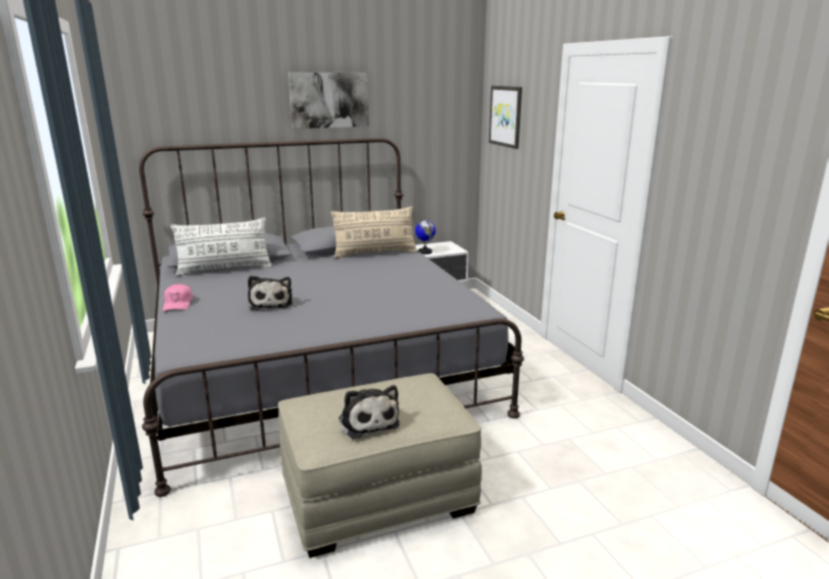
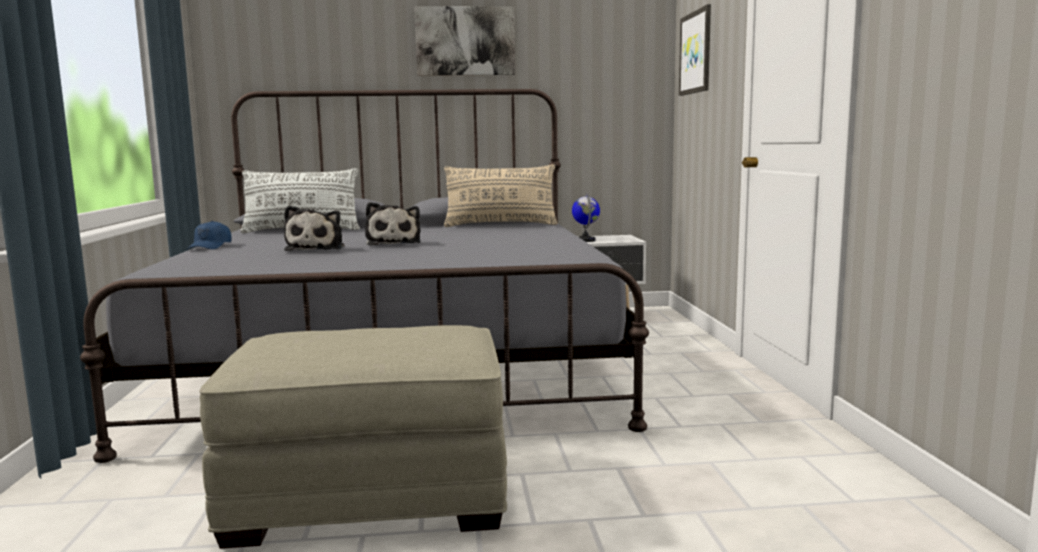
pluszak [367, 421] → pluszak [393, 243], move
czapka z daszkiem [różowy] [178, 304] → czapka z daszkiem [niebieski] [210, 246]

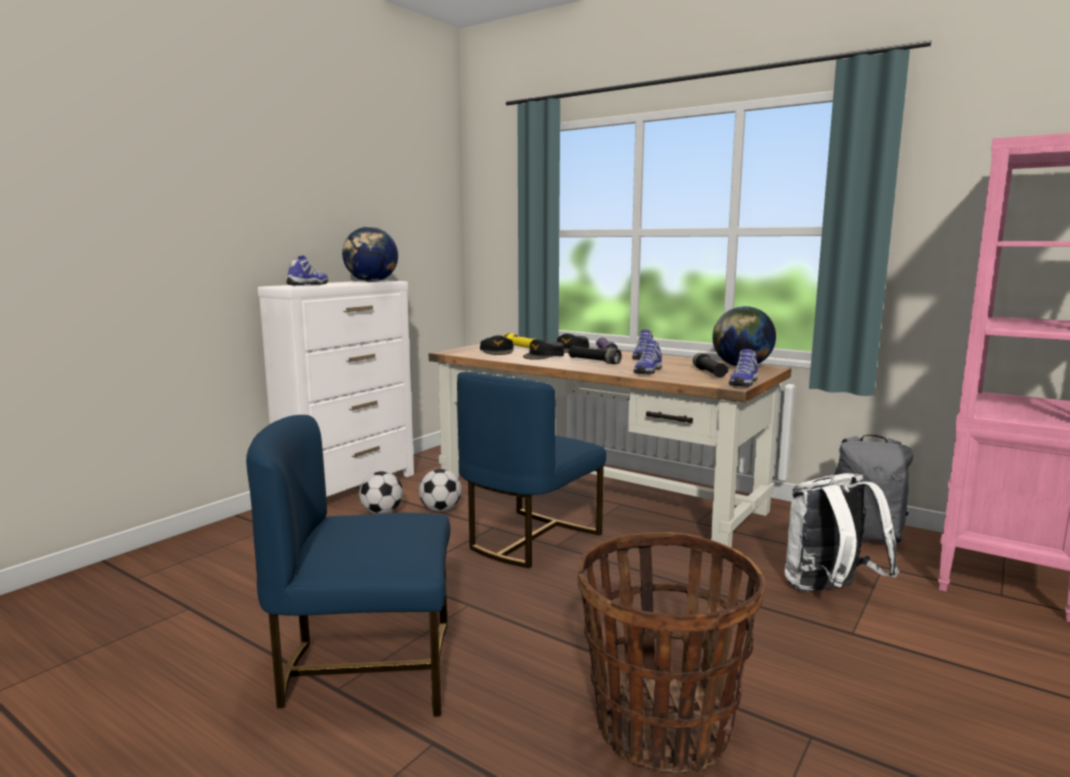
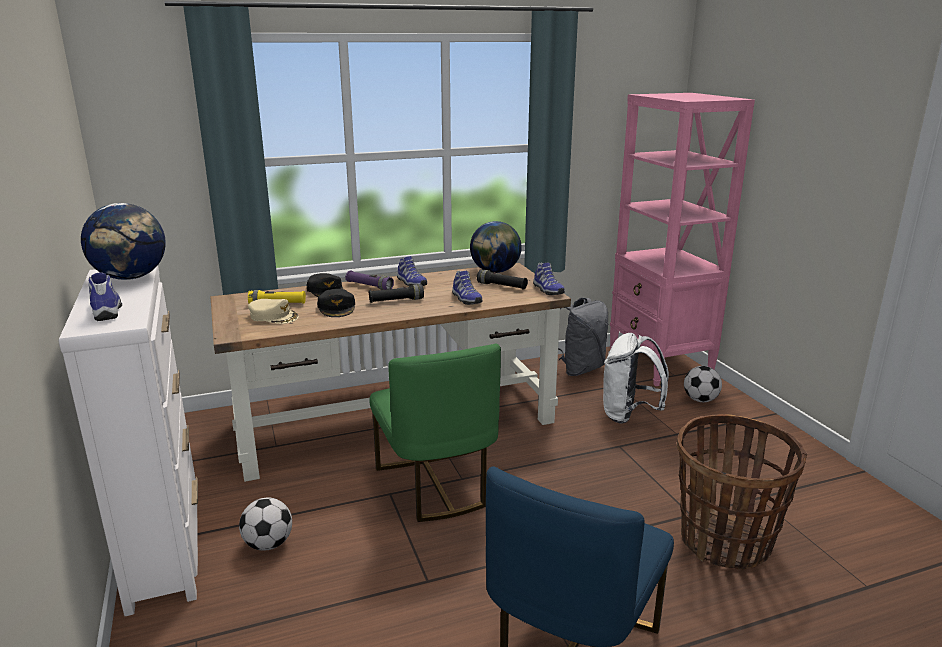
piłka futbolowa [440, 510] → piłka futbolowa [700, 400], move
krzesło [niebieski] [529, 539] → krzesło [zielony] [436, 485]
czapka z daszkiem [czarny] [497, 351] → czapka z daszkiem [beżowy] [274, 316]

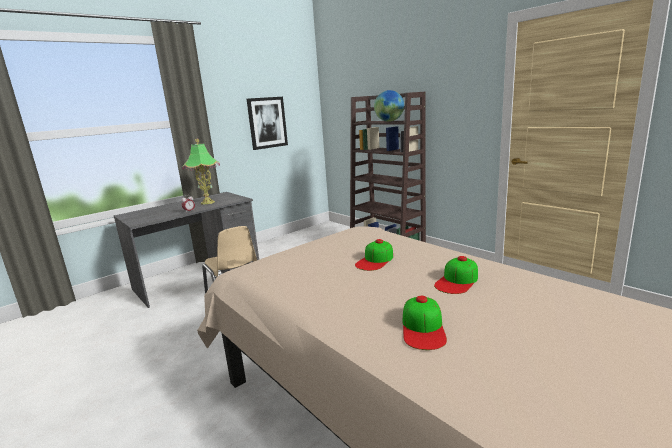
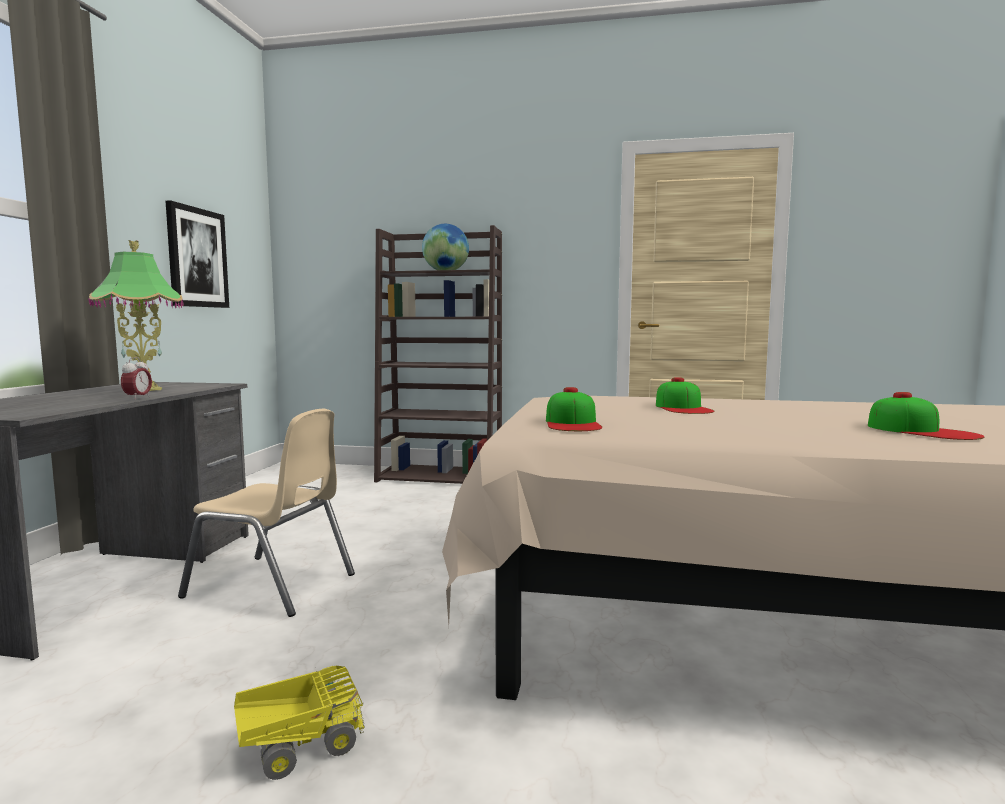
- → ciężarówka zabawkowa [298, 747]
czapka z daszkiem [457, 281] → czapka z daszkiem [572, 423], move

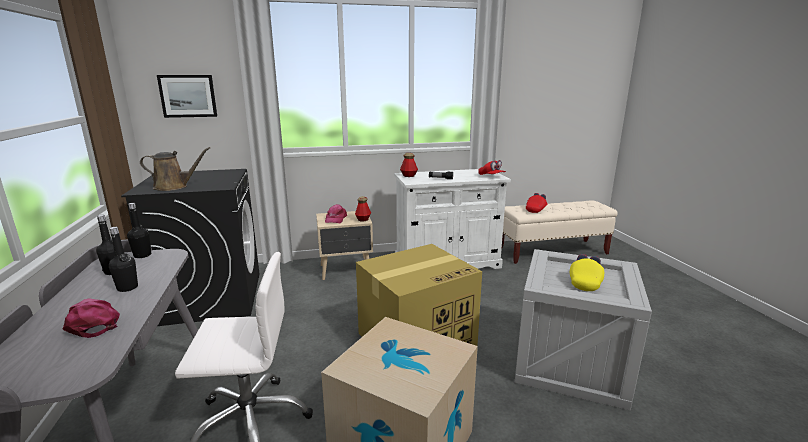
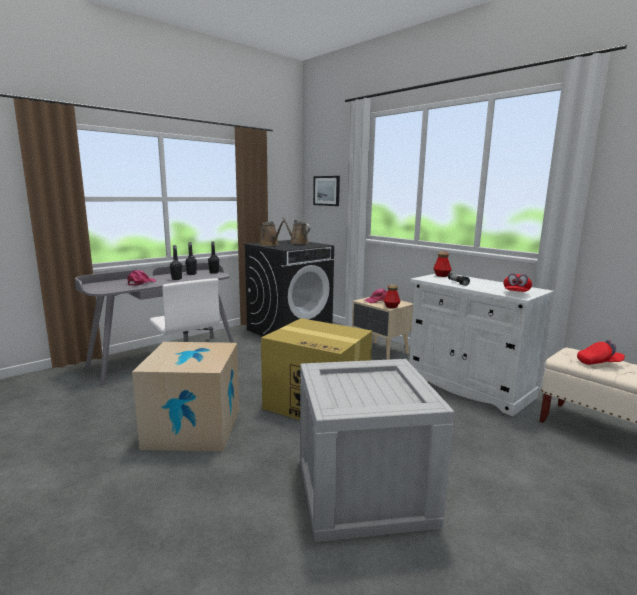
czapka z daszkiem [żółty] [585, 282] → -
- → konewka [brązowy] [297, 243]

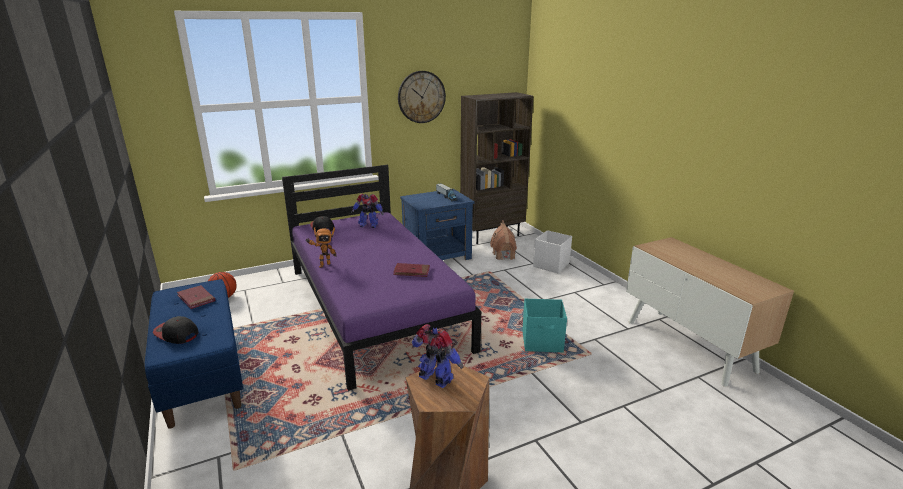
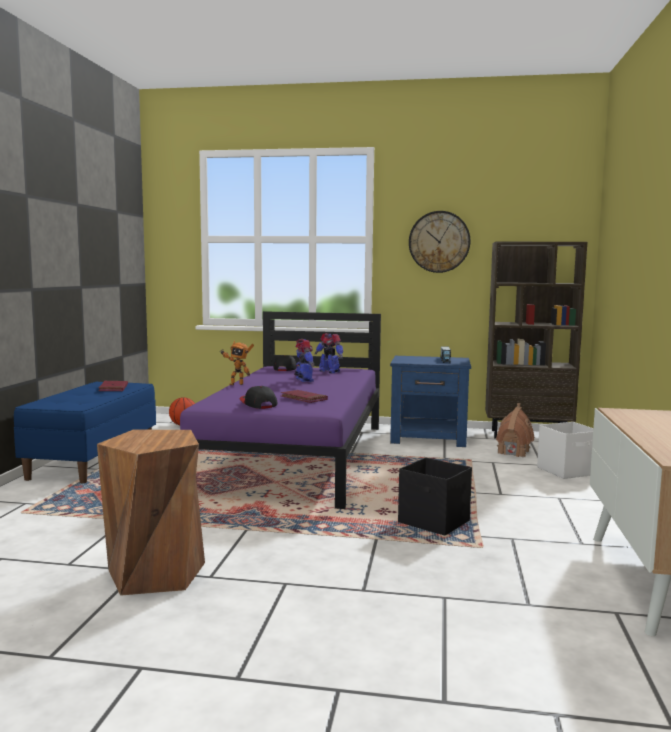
czapka z daszkiem [176, 333] → czapka z daszkiem [258, 403], move
robot zabawkowy [435, 379] → robot zabawkowy [304, 380], move
pojemnik do przechowywania [turkusowy] [543, 342] → pojemnik do przechowywania [czarny] [434, 522]

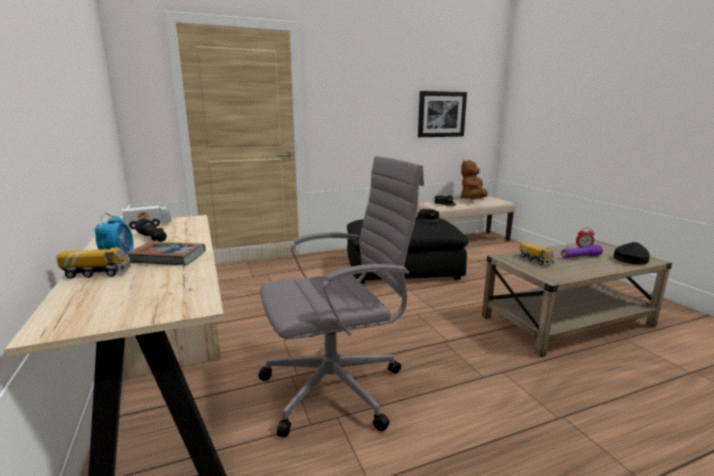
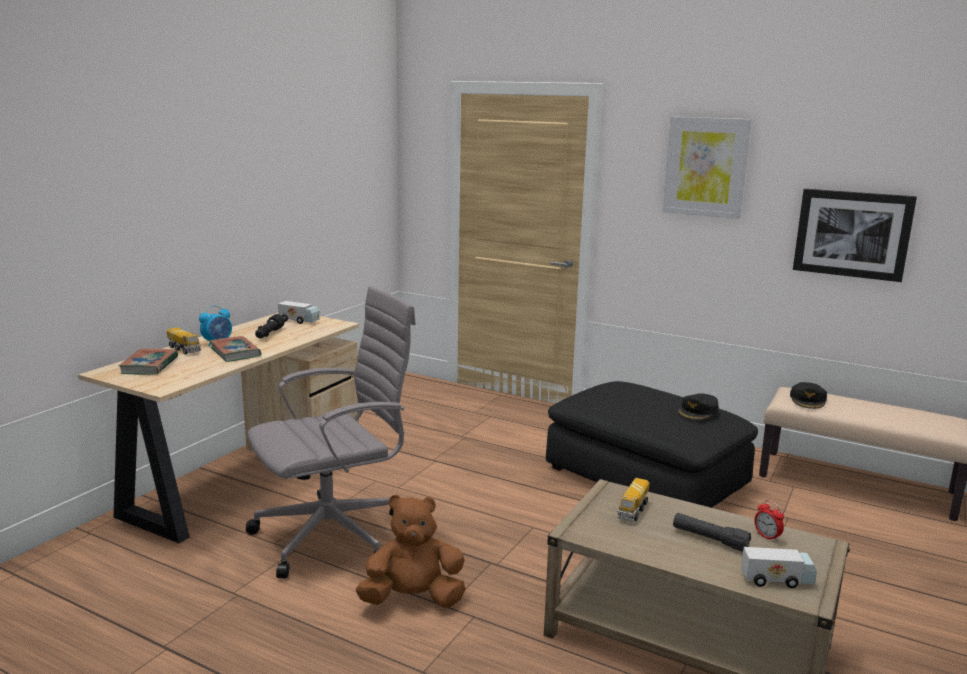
- → książka [149, 365]
- → obraz [706, 167]
pluszak [brązowy] [473, 200] → pluszak [brązowy] [413, 599], move
czapka z daszkiem [czarny] [630, 259] → ciężarówka zabawkowa [777, 579]
latarka [fioletowy] [580, 257] → latarka [czarny] [709, 539]
krzesło biurowe [szary] [337, 387] → krzesło biurowe [szary] [335, 535], 60 degrees counterclockwise

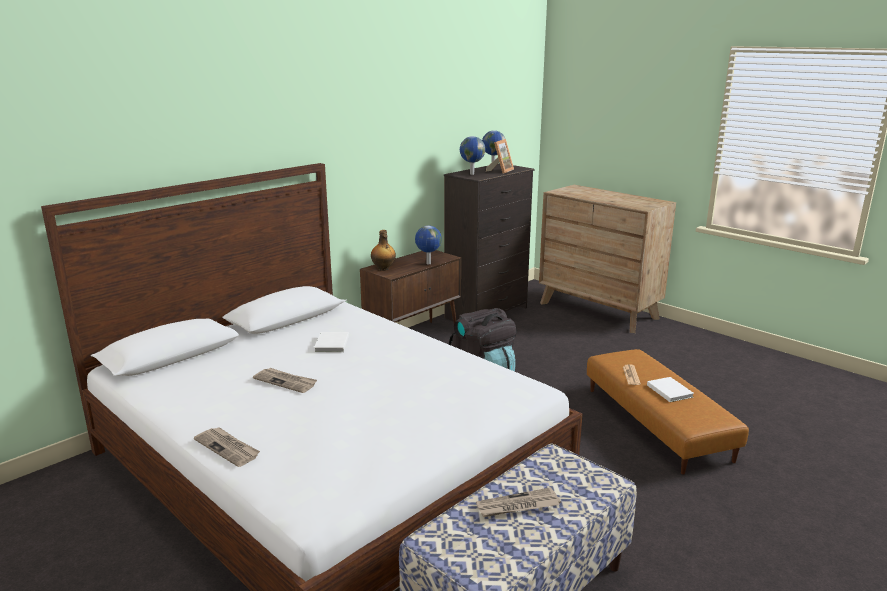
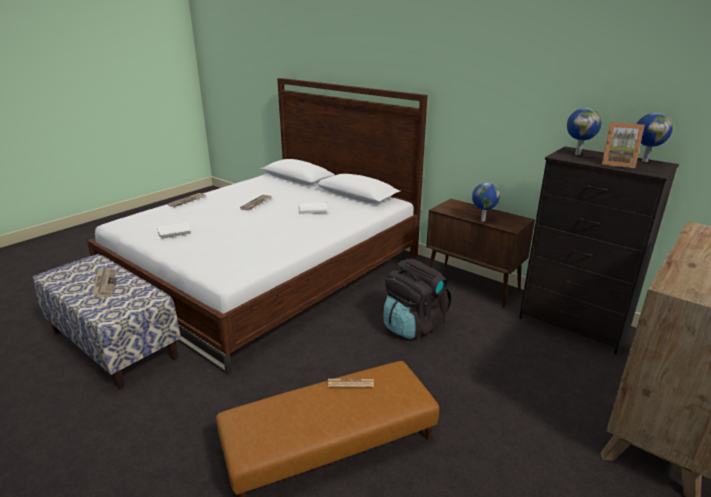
butelka [383, 269] → -
książka [biały] [669, 390] → książka [biały] [175, 232], move

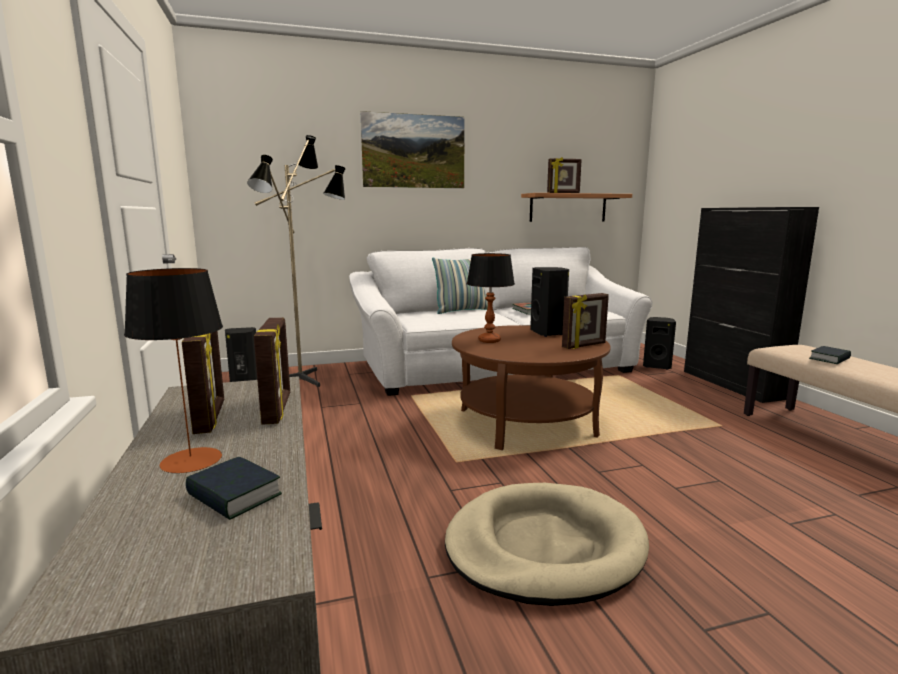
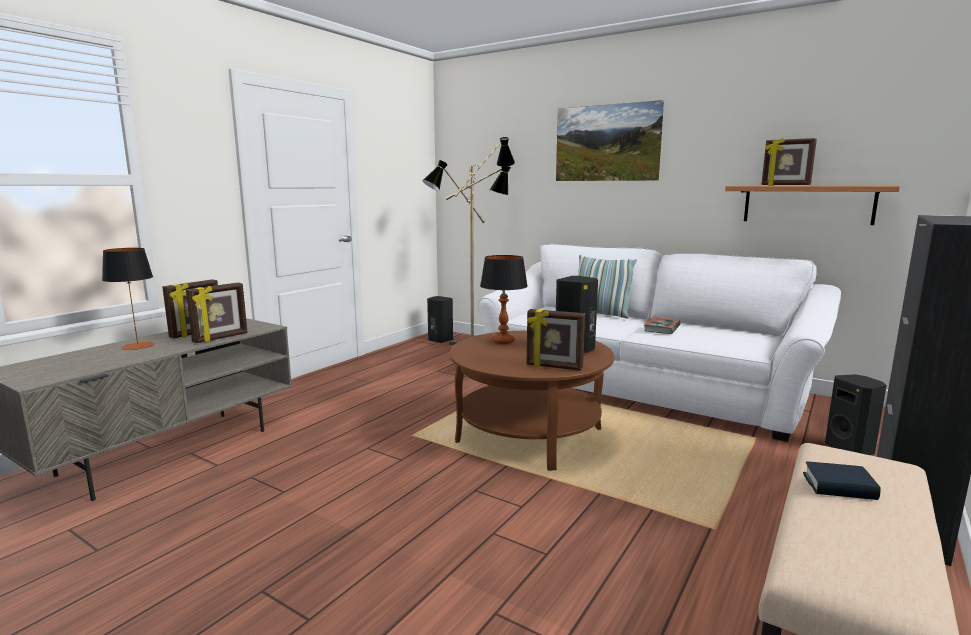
książka [234, 495] → -
legowisko [beżowy] [543, 547] → -

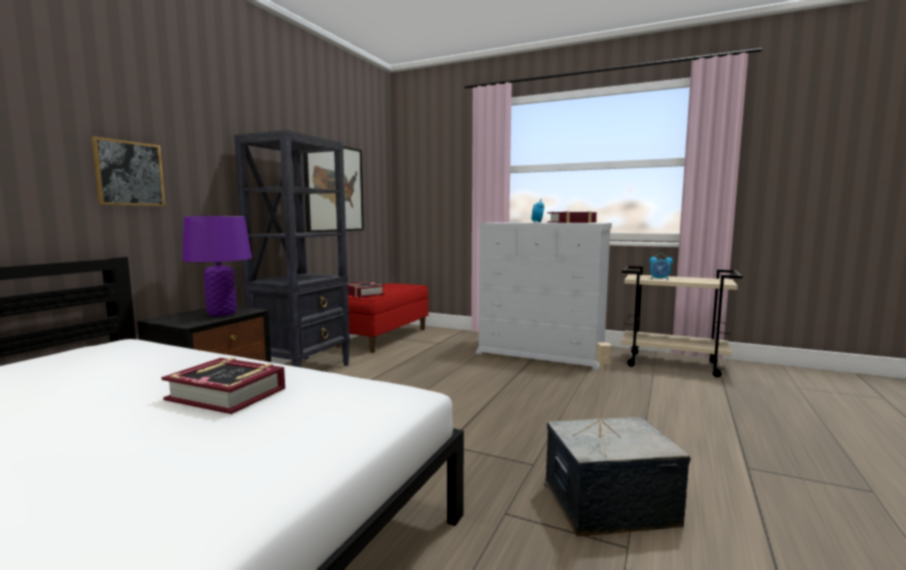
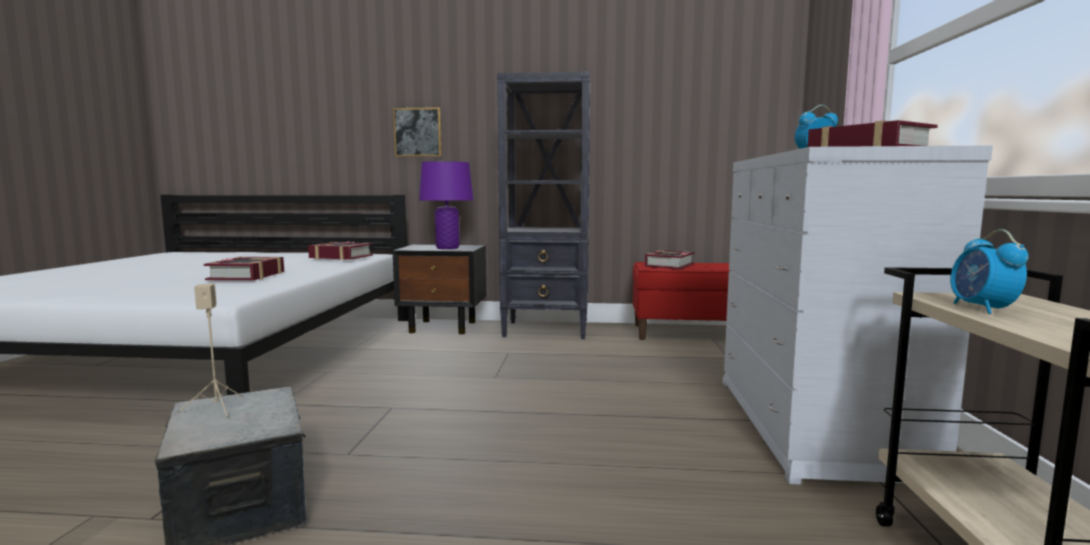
obraz [334, 188] → -
- → książka [341, 257]

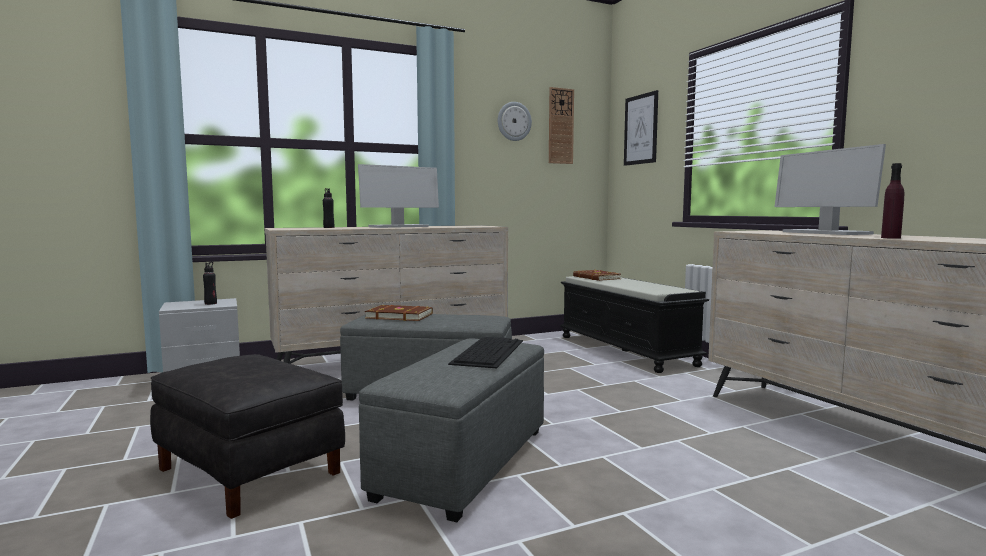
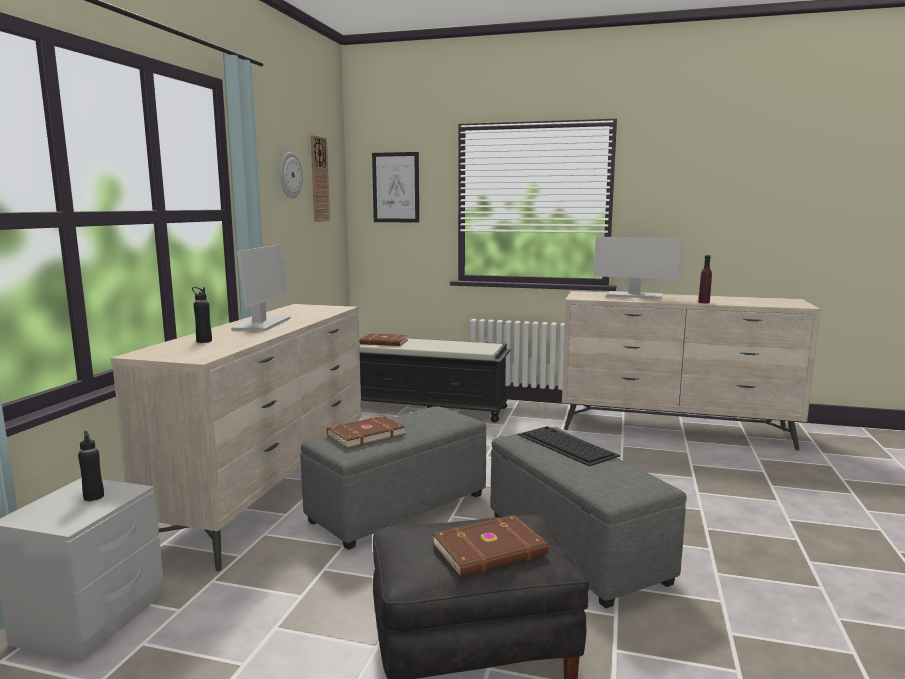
- → książka [brązowy] [491, 551]

